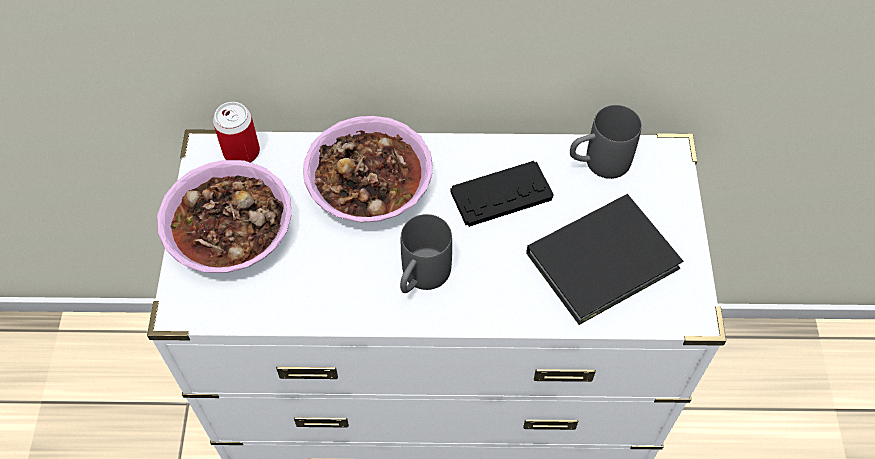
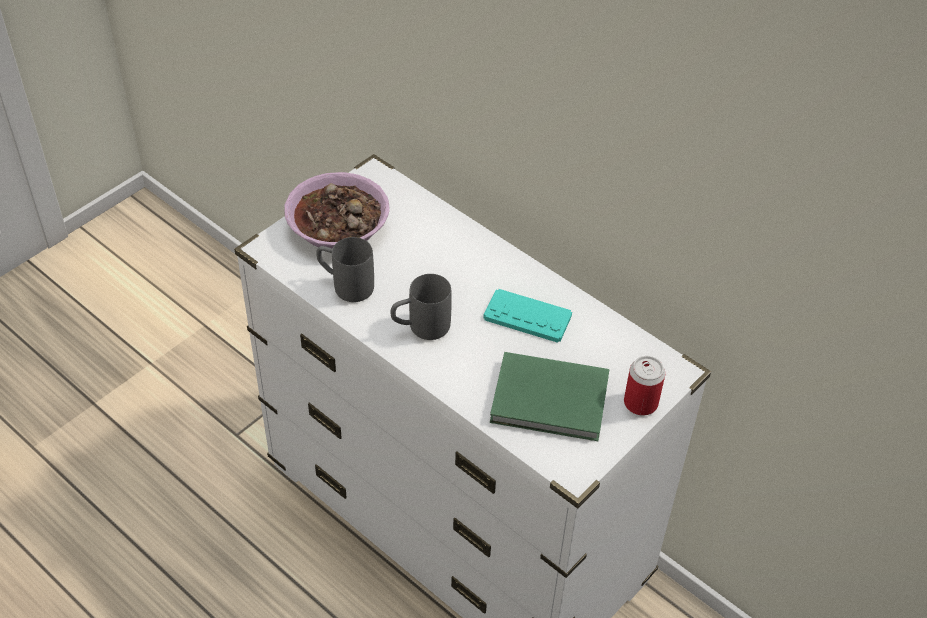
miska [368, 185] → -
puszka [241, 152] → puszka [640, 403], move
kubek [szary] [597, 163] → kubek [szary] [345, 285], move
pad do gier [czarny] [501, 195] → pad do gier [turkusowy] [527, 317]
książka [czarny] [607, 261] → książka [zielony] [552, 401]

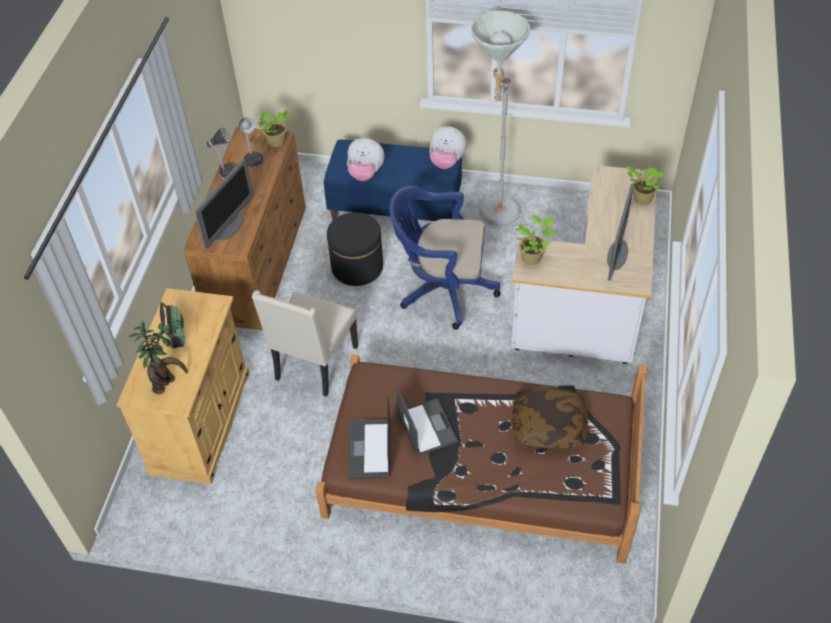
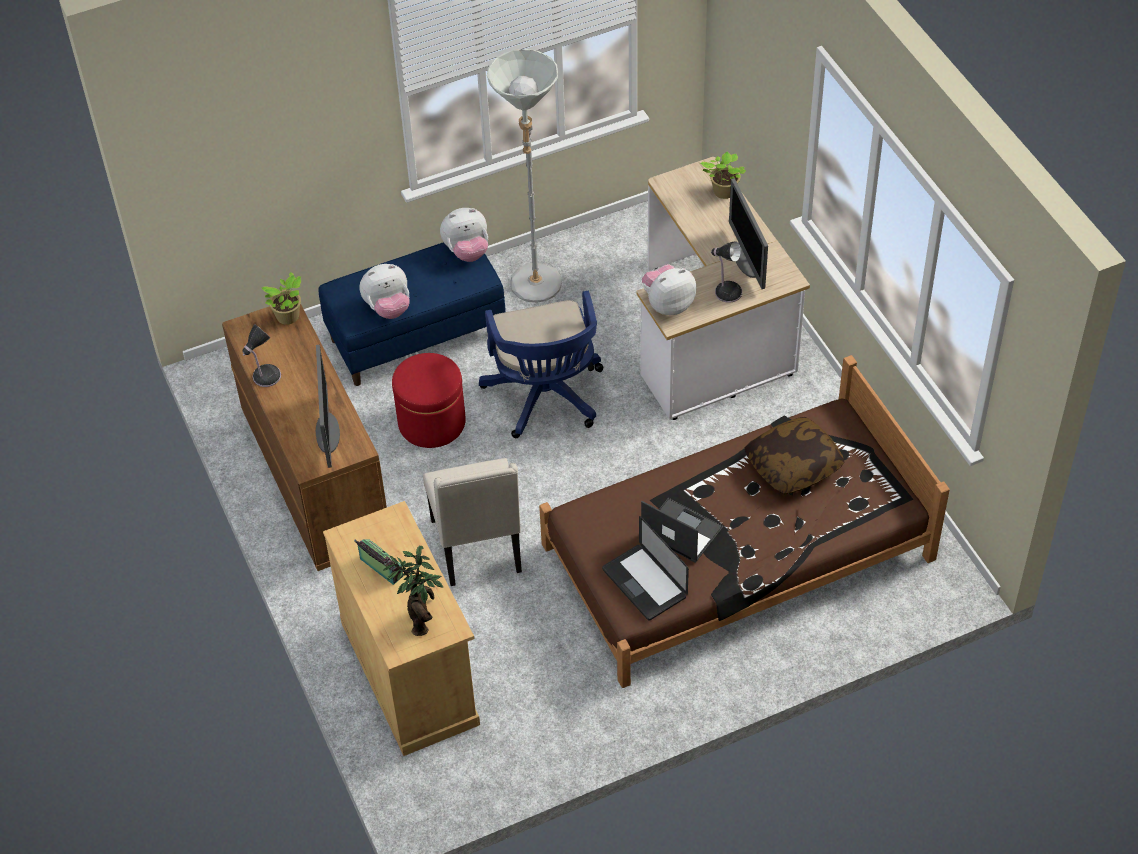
lampa stołowa [253, 159] → lampa stołowa [726, 291], move
roślina doniczkowa [532, 257] → pluszak [668, 304]
pufa [czarny] [357, 267] → pufa [czerwony] [432, 422]
krzesło biurowe [niebieski] [442, 290] → krzesło biurowe [niebieski] [546, 398], 75 degrees counterclockwise

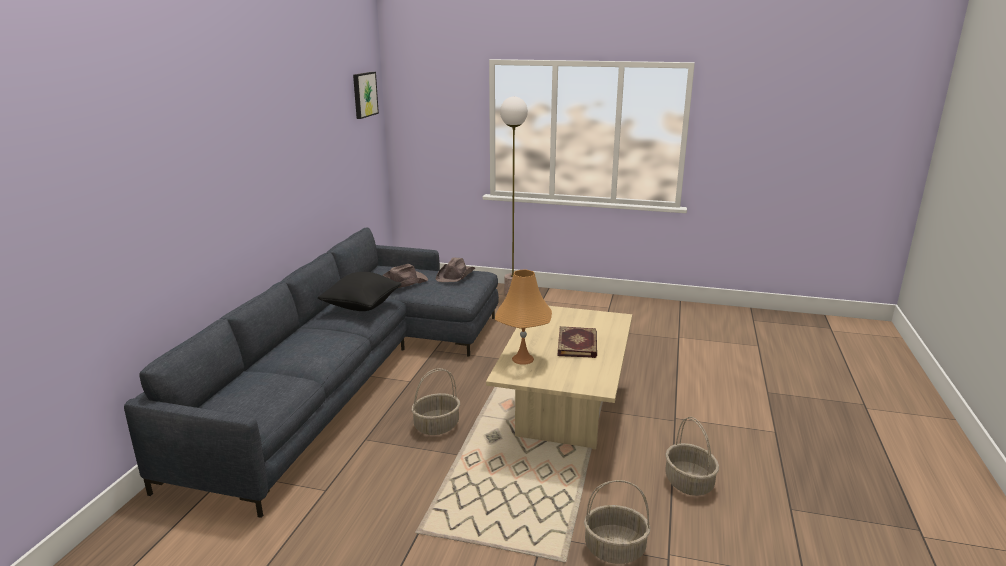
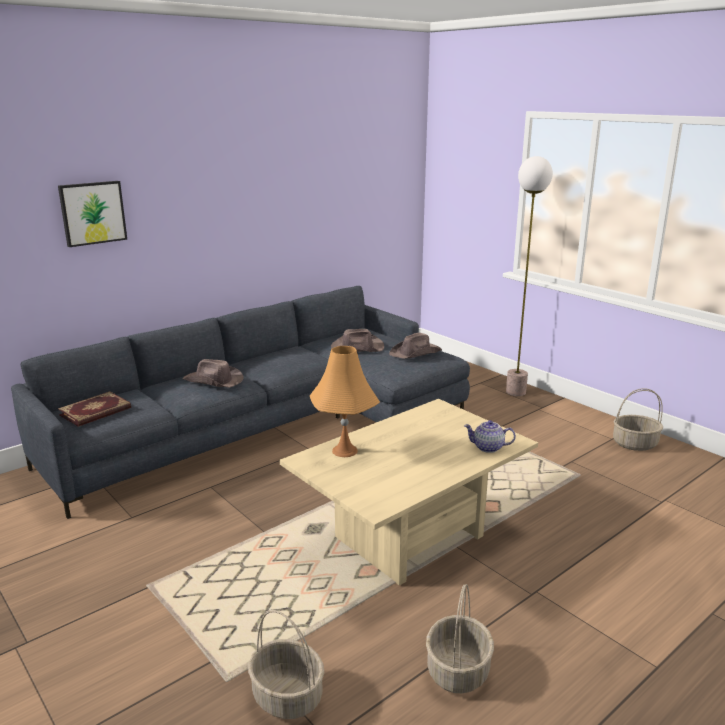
poduszka [czarny] [361, 306] → -
- → kapelusz [brązowy] [214, 381]
- → imbryk [488, 448]
obraz [364, 94] → obraz [92, 213], move
koszyk [437, 425] → koszyk [635, 444], move
książka [578, 344] → książka [96, 412], move

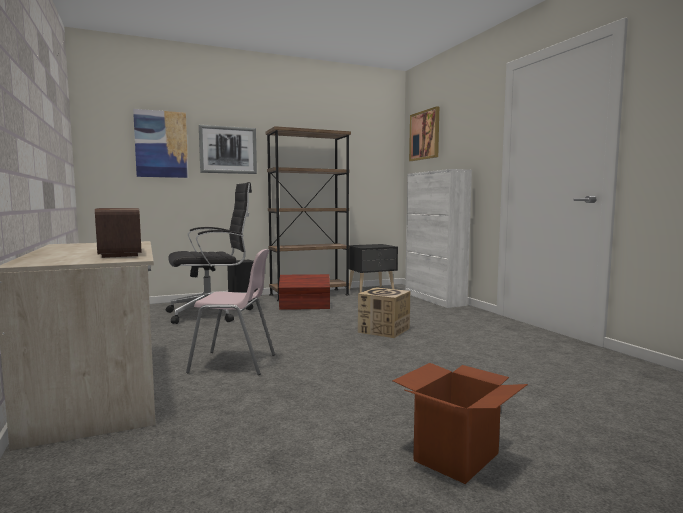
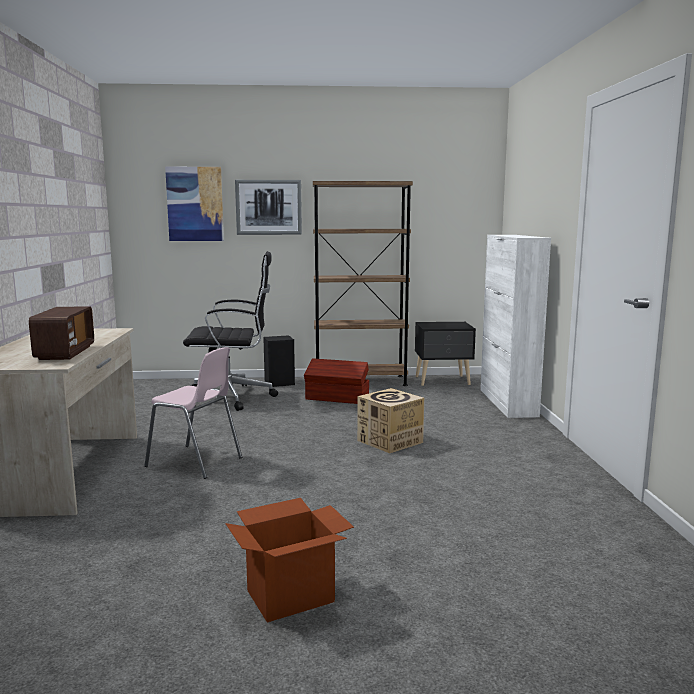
obraz [425, 135] → -

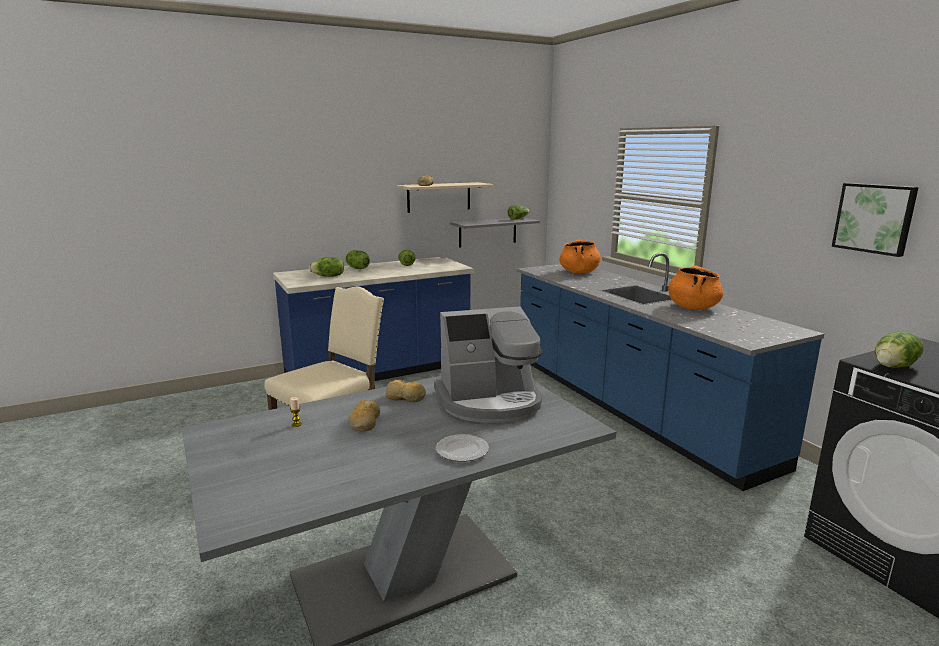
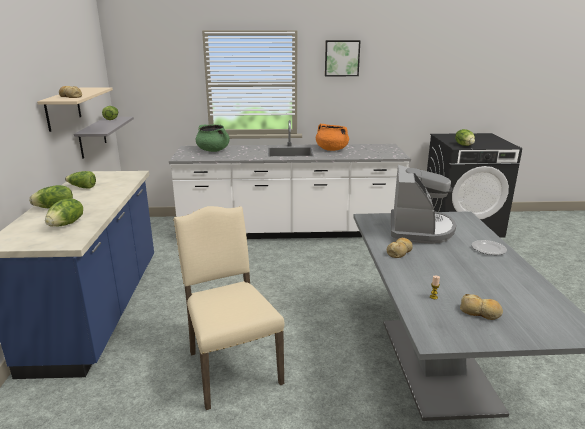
chleb [364, 422] → chleb [480, 312], move
obraz [874, 218] → obraz [342, 58], move
zabudowa kuchenna [niebieski] [629, 408] → zabudowa kuchenna [biały] [290, 231]
garnek [pomarańczowy] [579, 272] → garnek [zielony] [213, 150]

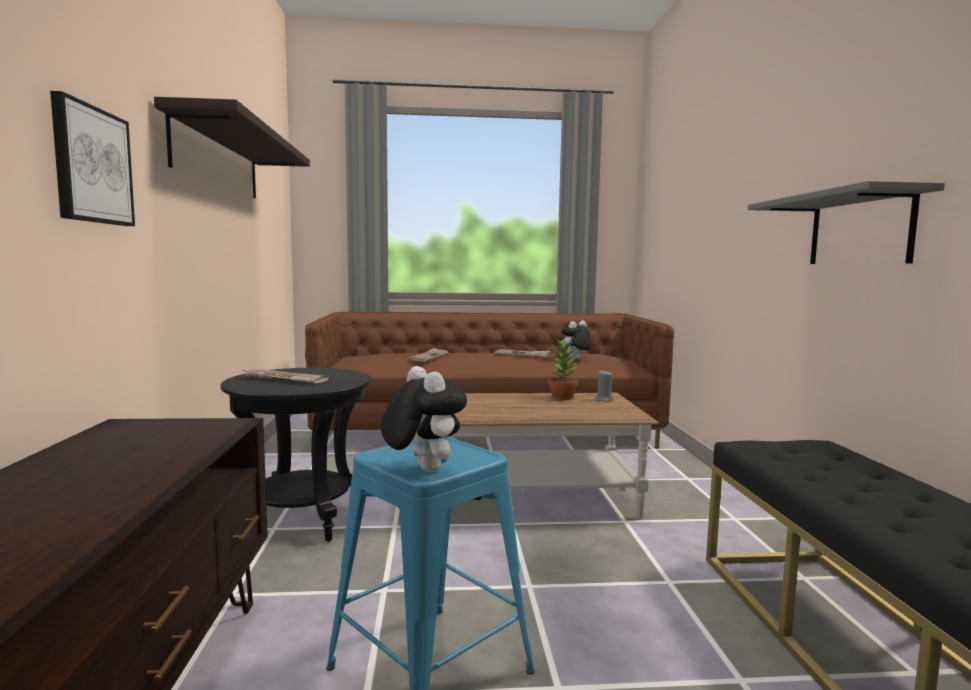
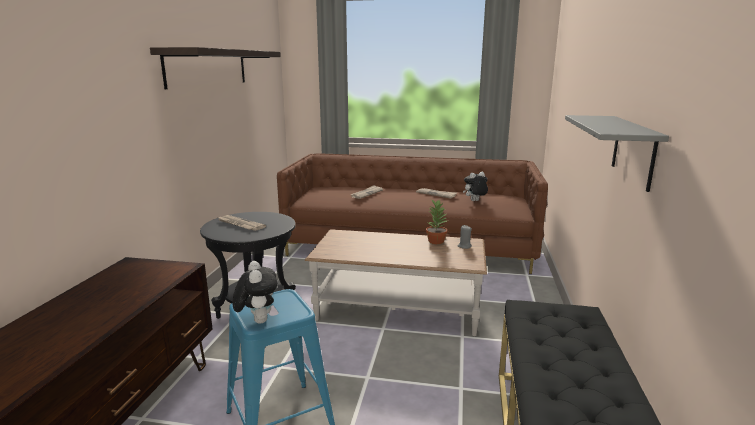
obraz [92, 165] → -

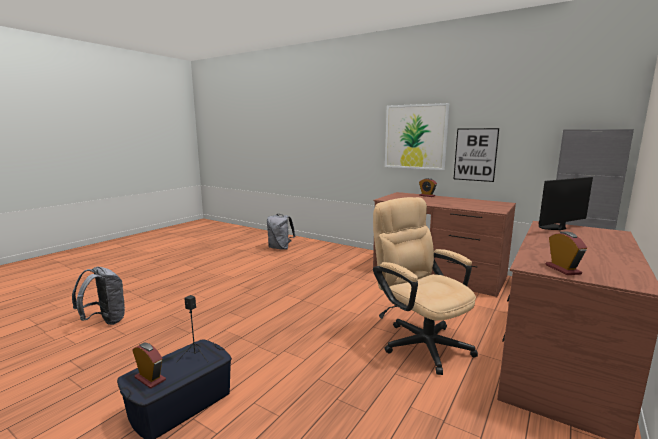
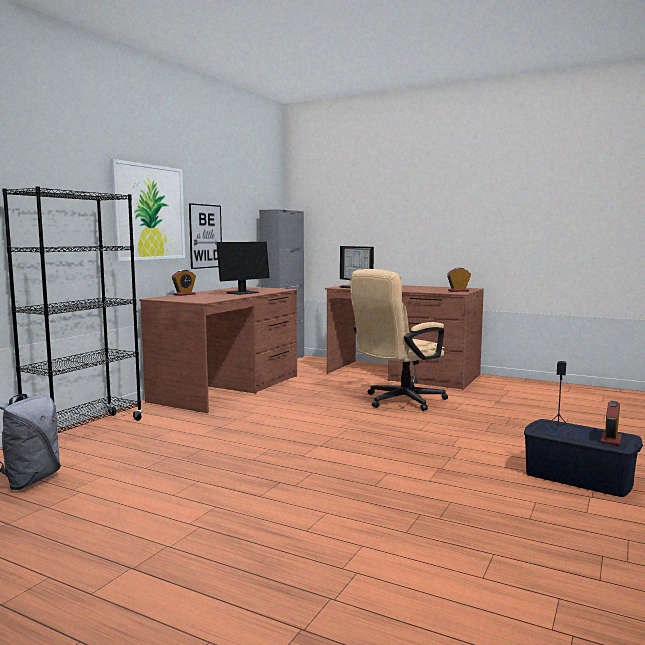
plecak [szary] [105, 321] → -
- → regał [czarny] [85, 431]
- → monitor [242, 293]

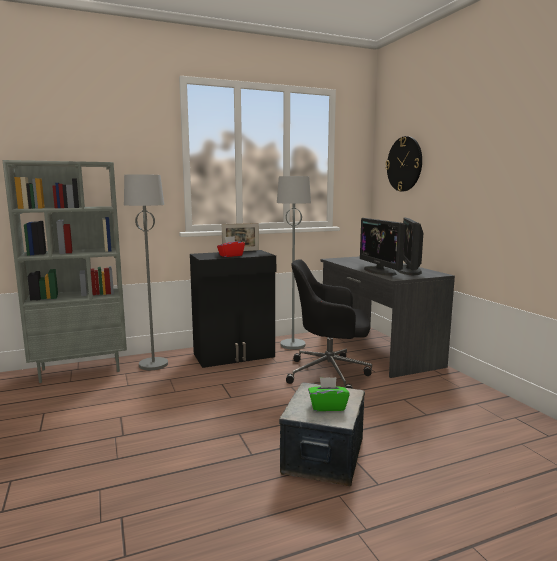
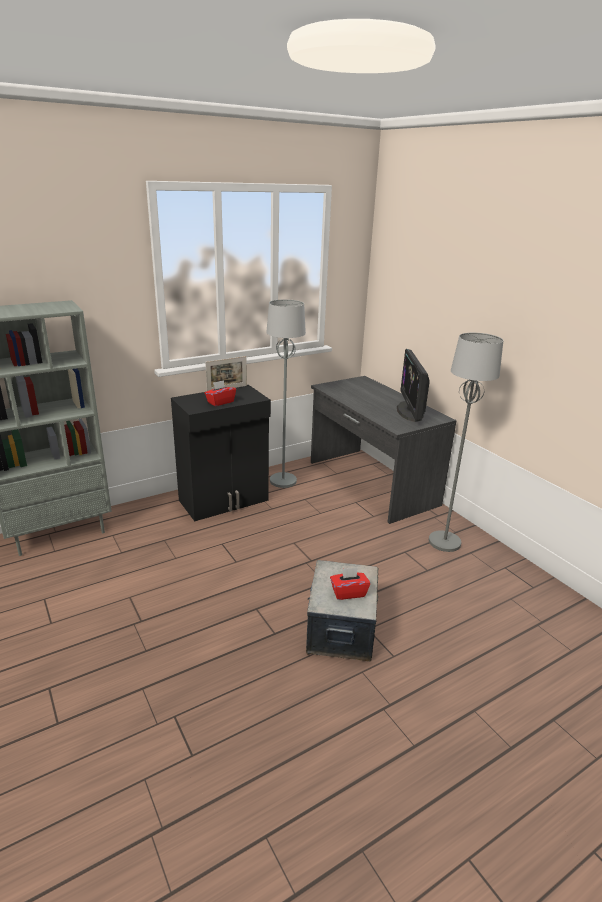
krzesło biurowe [czarny] [330, 373] → -
monitor [380, 271] → -
zegar ścienny [404, 164] → -
lampa stojąca [szary] [154, 364] → lampa stojąca [szary] [445, 542], move
pudełko chusteczek [zielony] [327, 406] → pudełko chusteczek [czerwony] [348, 592]

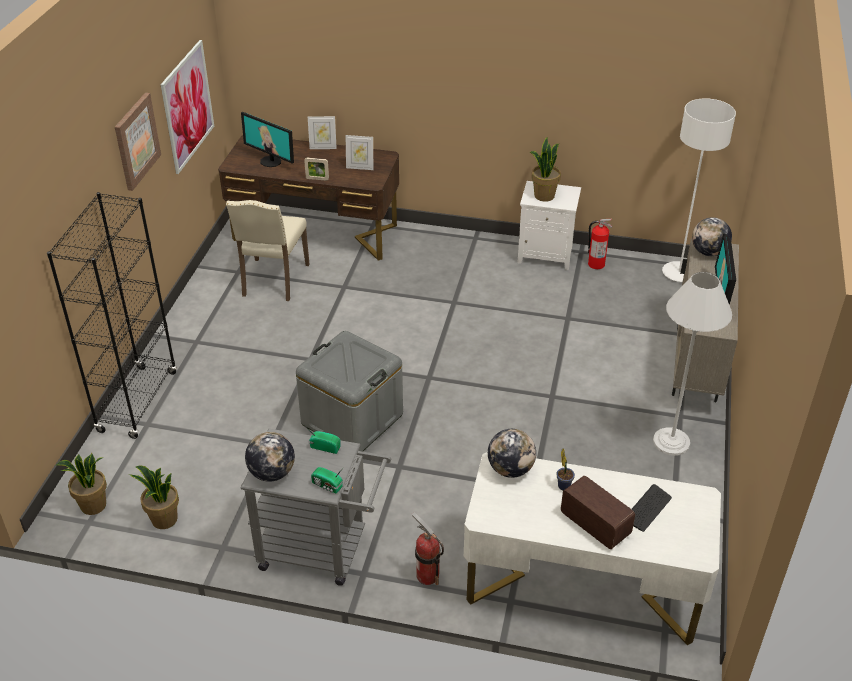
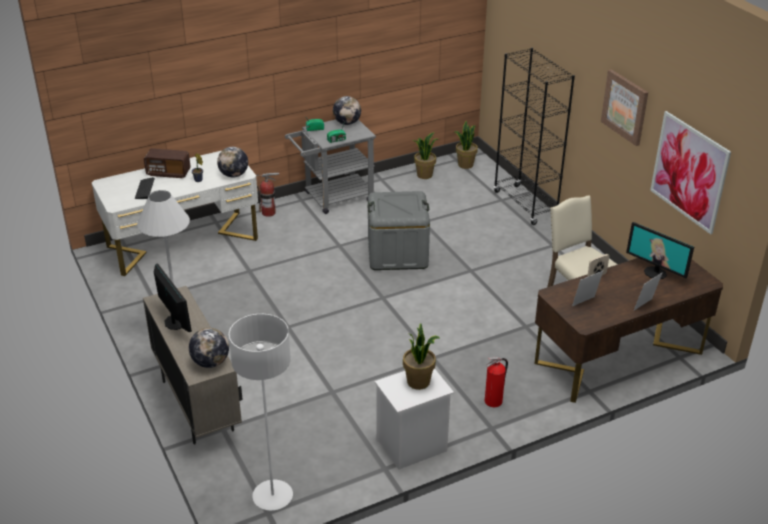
gaśnica [596, 264] → gaśnica [494, 401], move
monitor [271, 161] → monitor [655, 272], 135 degrees counterclockwise

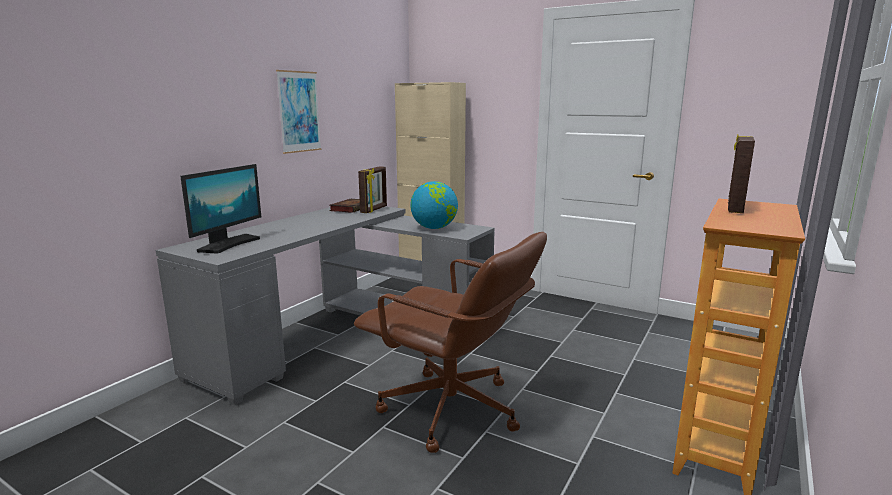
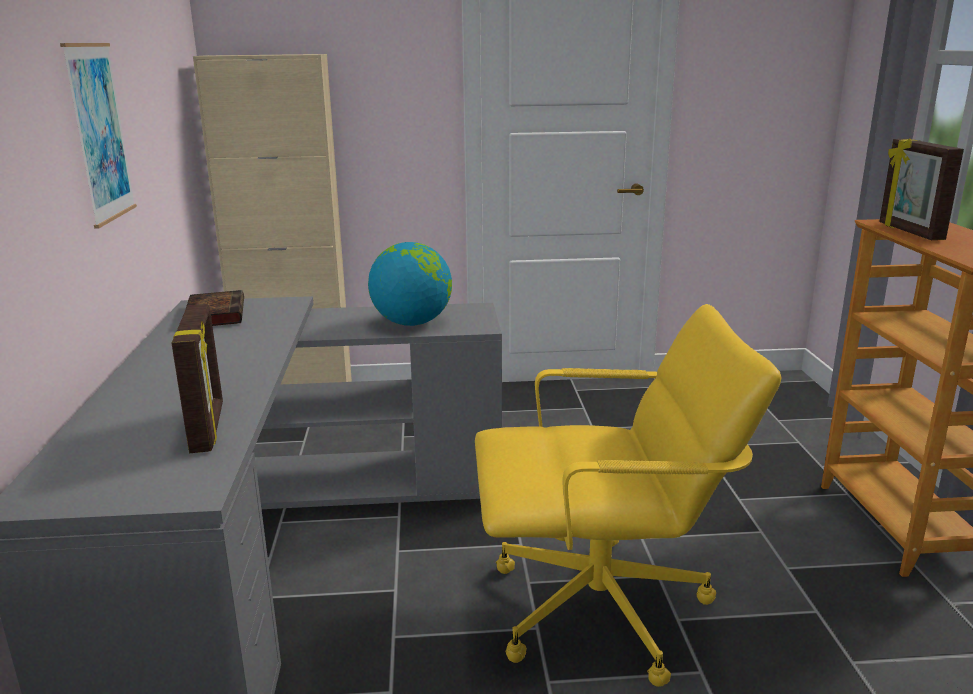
monitor [228, 244] → -
ramka na zdjęcie [374, 209] → ramka na zdjęcie [209, 428], move
krzesło biurowe [brązowy] [451, 410] → krzesło biurowe [żółty] [602, 610]

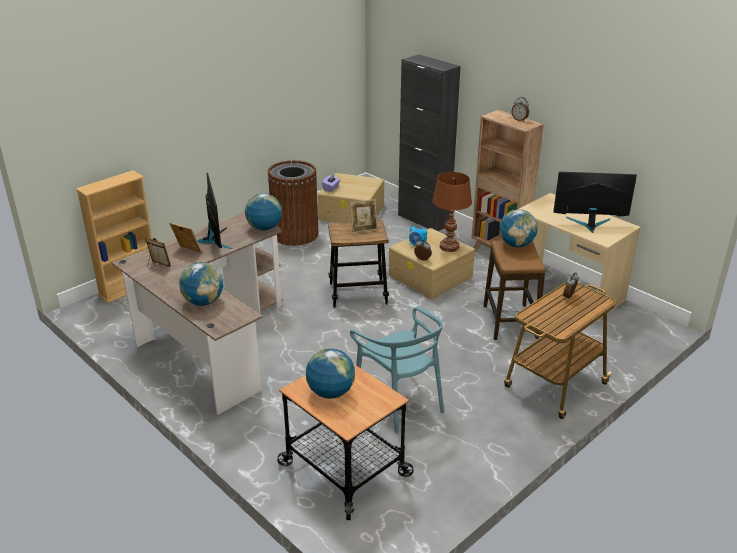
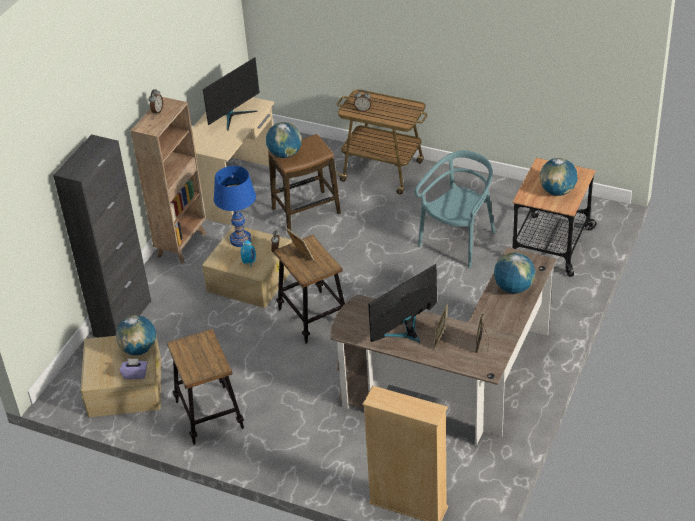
globus [264, 228] → globus [139, 349], move
kosz na śmieci [brązowy] [295, 234] → stołek [209, 415]
lampa stołowa [brązowy] [449, 247] → lampa stołowa [niebieski] [240, 240]
monitor [589, 224] → monitor [234, 116], 120 degrees counterclockwise

